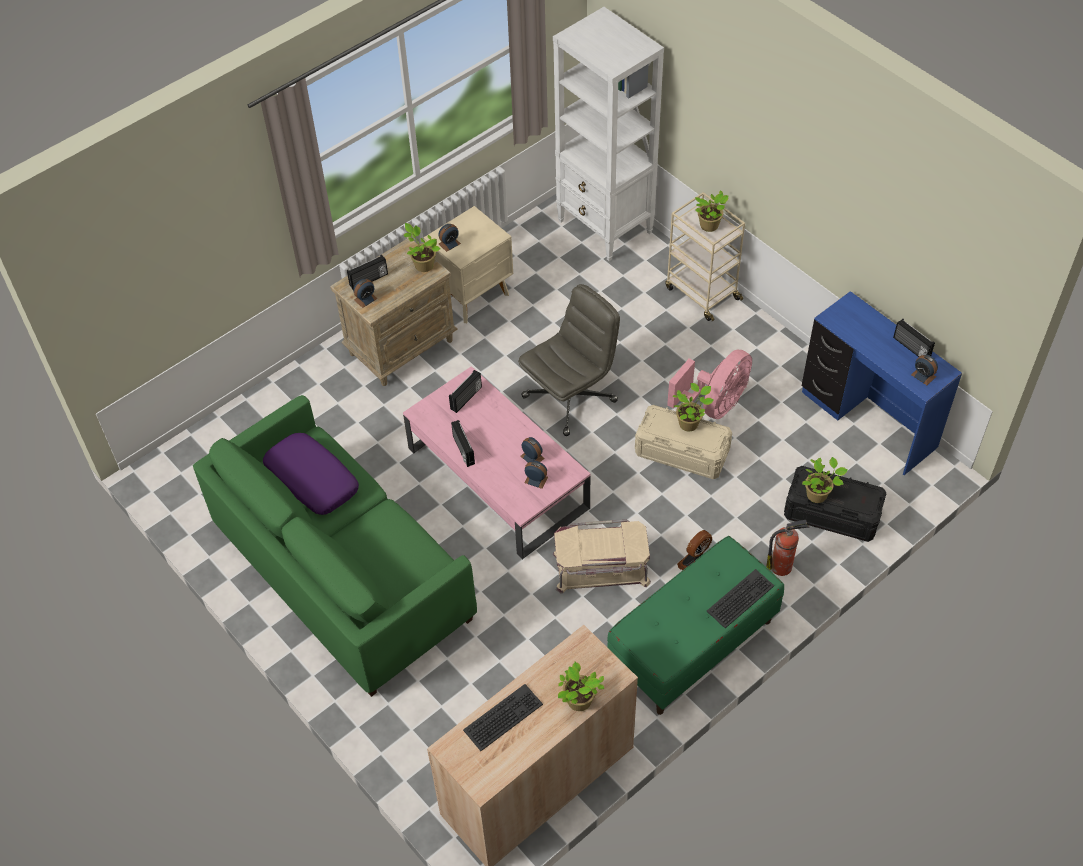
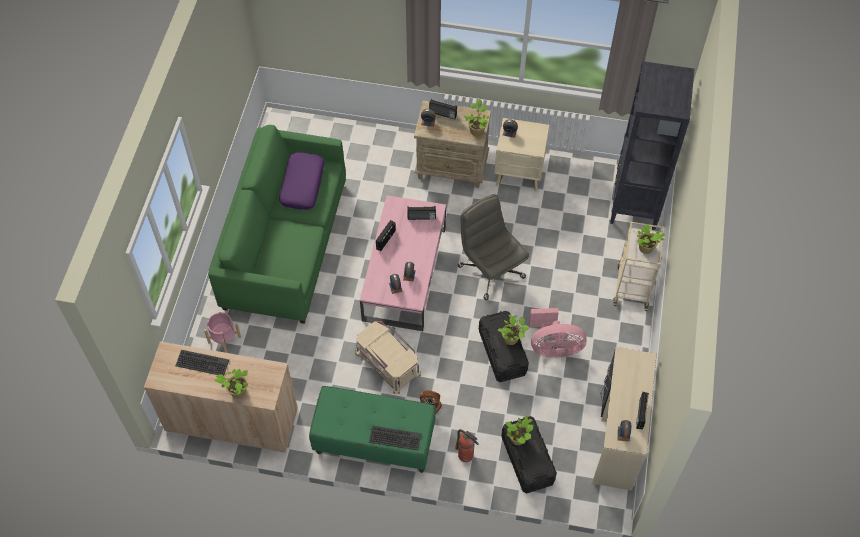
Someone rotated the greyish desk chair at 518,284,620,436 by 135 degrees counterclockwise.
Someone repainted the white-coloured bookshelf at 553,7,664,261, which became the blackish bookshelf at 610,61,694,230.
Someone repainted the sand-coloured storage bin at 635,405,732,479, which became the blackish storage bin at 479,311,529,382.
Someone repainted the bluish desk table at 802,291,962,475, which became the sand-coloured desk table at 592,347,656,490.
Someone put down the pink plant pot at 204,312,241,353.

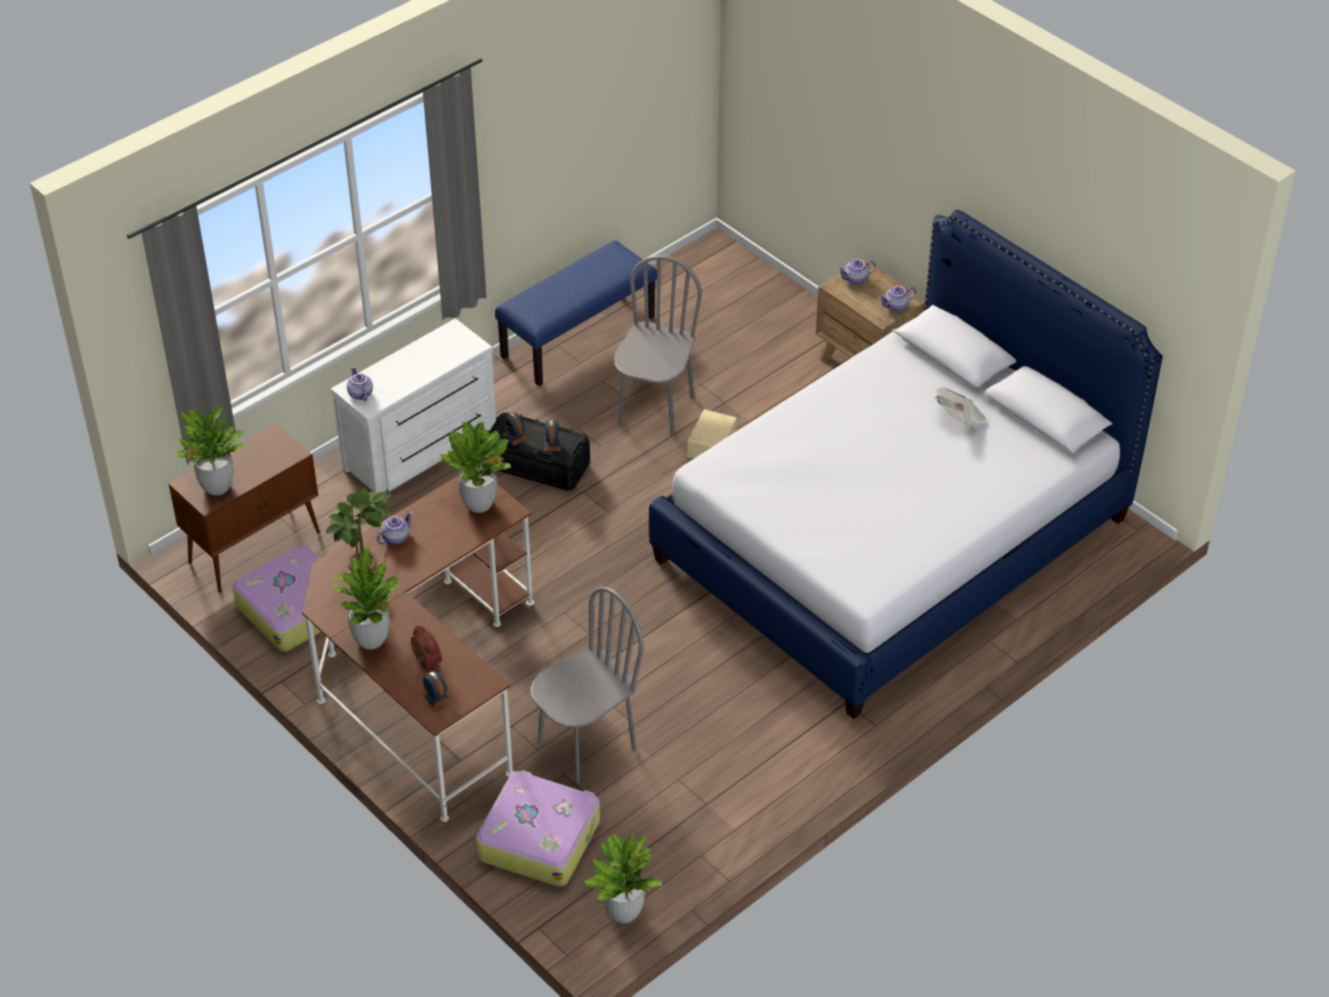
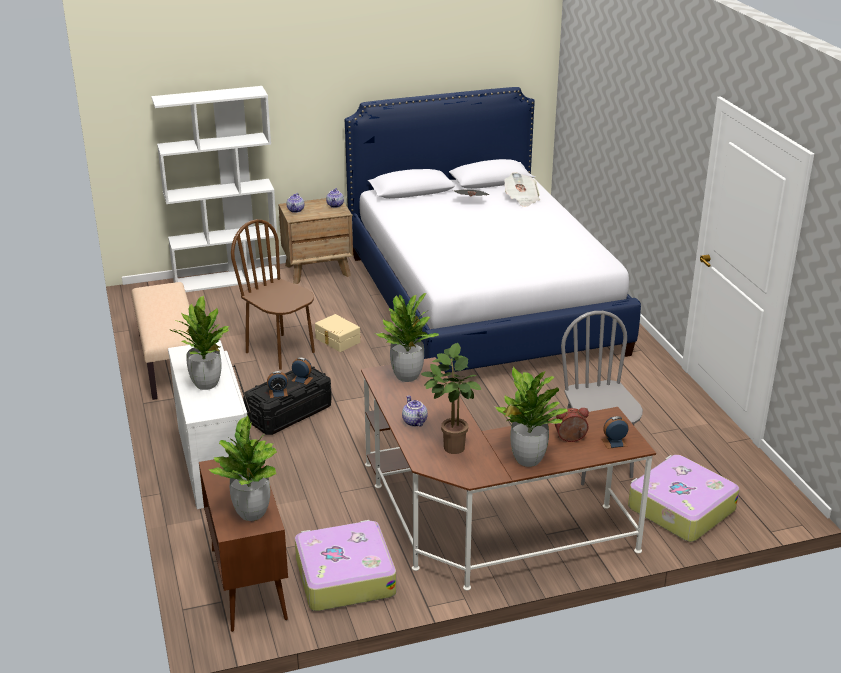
Someone took away the teapot at 347,367,373,401.
Someone repainted the bluish long seat at 495,240,657,386, which became the sand-coloured long seat at 131,282,194,400.
Someone carried the potted plant from 583,835,662,923 to 171,296,229,390.
Someone repainted the greyish chair at 614,255,702,437, which became the brown-coloured chair at 231,219,315,370.
Someone put down the white-coloured bookshelf at 151,86,277,292.
Someone put down the newspaper at 504,172,540,207.

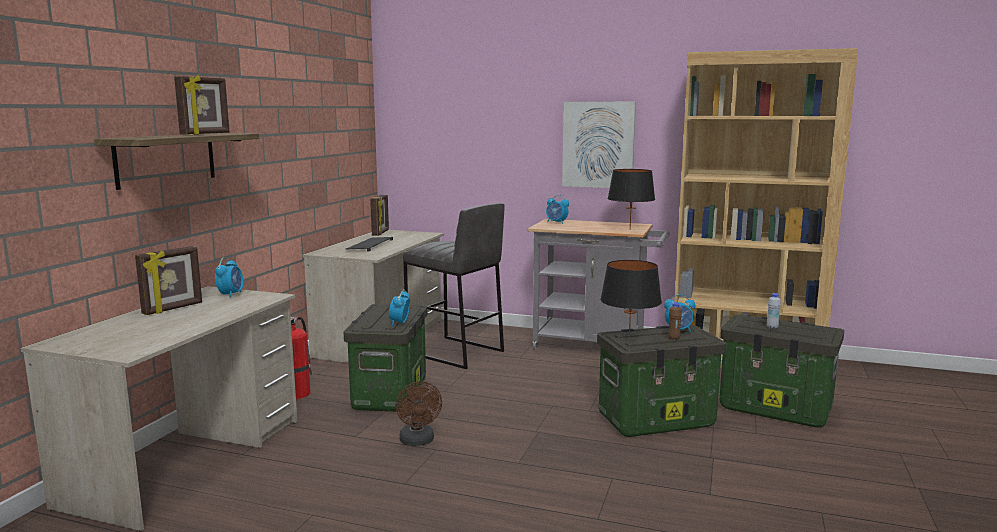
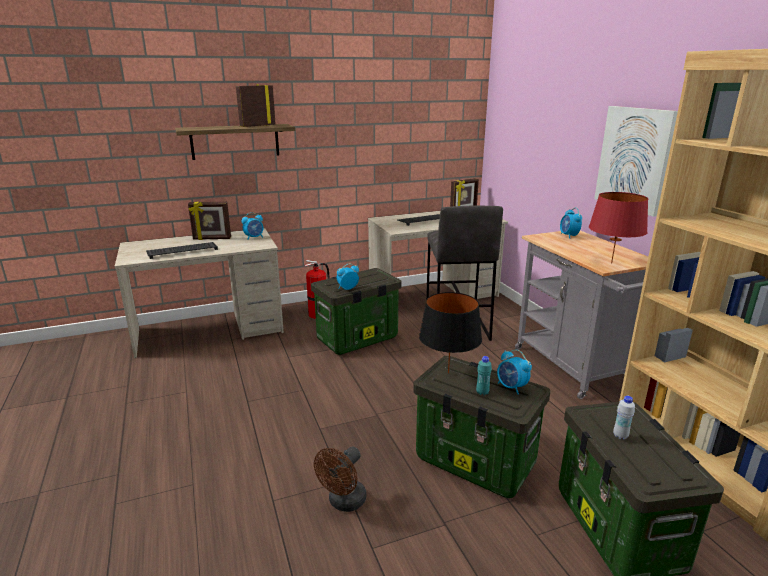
Someone rotated the picture frame at 174,75,229,135 by 150 degrees clockwise.
Someone carried the brown-coloured electric fan from 396,381,442,446 to 314,446,366,512.
Someone repainted the blackish lamp for a table at 608,169,655,229, which became the red-coloured lamp for a table at 589,192,648,263.
Someone repainted the brown-coloured bottle at 668,302,682,340, which became the blue-green bottle at 476,356,492,395.
Someone put down the computer keyboard at 146,242,218,259.

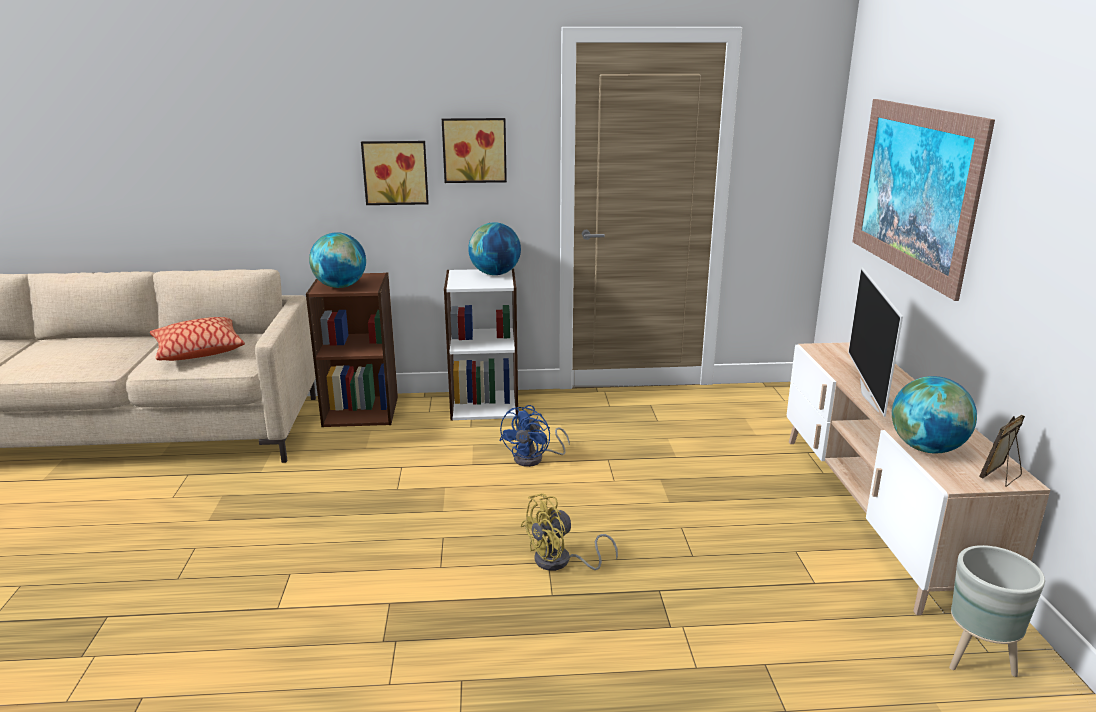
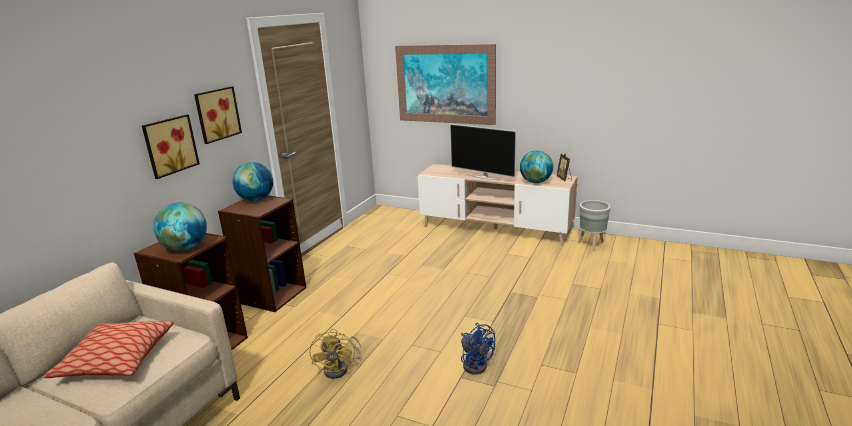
Someone repainted the white-coloured bookshelf at 444,268,518,421, which became the brown-coloured bookshelf at 218,195,306,312.
Someone carried the bluish electric fan from 499,405,570,467 to 461,323,495,374.
Someone carried the yellow electric fan from 520,493,618,571 to 310,328,362,379.

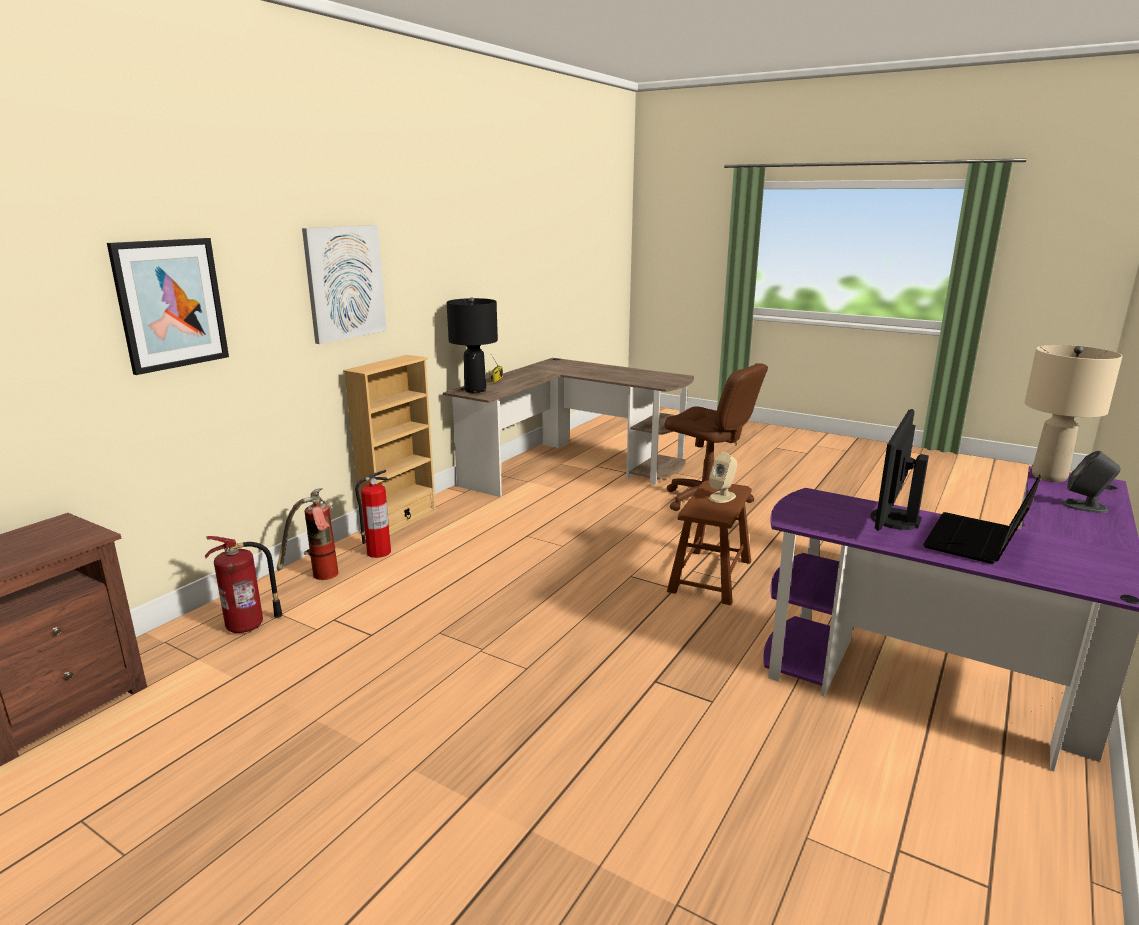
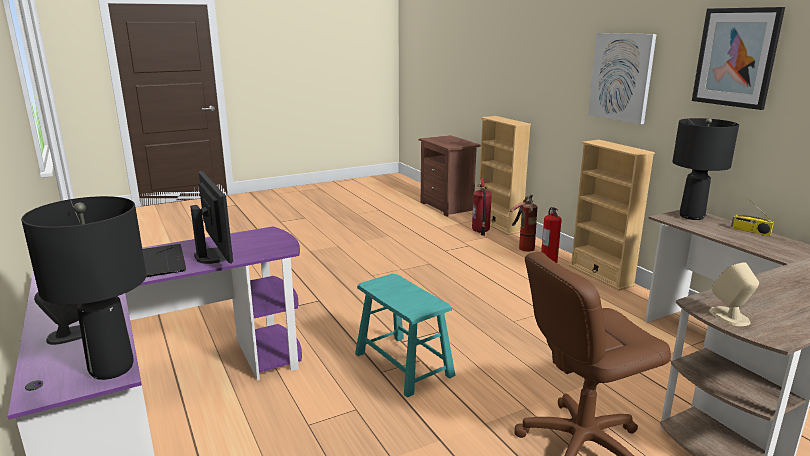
Someone carried the wall picture from 107,238,229,375 to 692,7,785,110.
Someone repainted the brown-coloured sitting stool at 667,480,752,605, which became the blue-green sitting stool at 355,274,455,397.
Someone carried the sand-coloured audio speaker from 709,452,737,503 to 709,262,759,326.
Someone repainted the sand-coloured lamp for a table at 1024,345,1123,482, which became the blackish lamp for a table at 21,196,147,380.
Someone put down the sand-coloured bookshelf at 479,116,531,235.

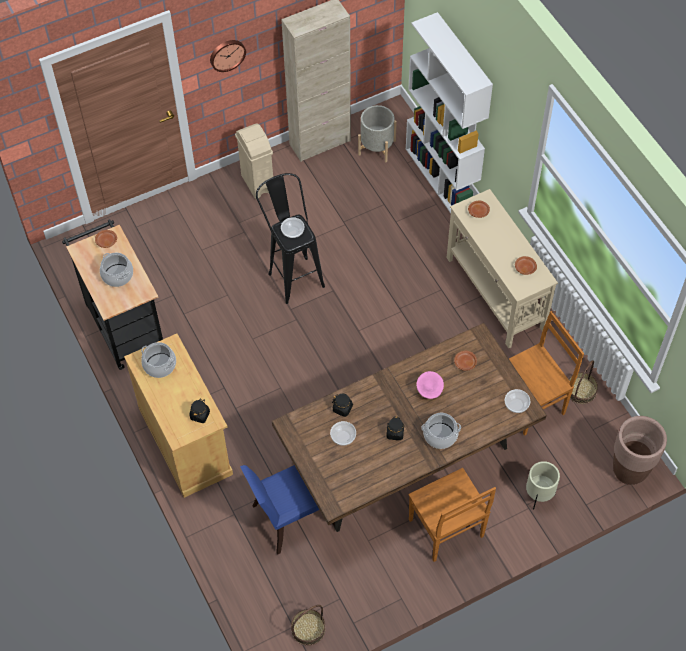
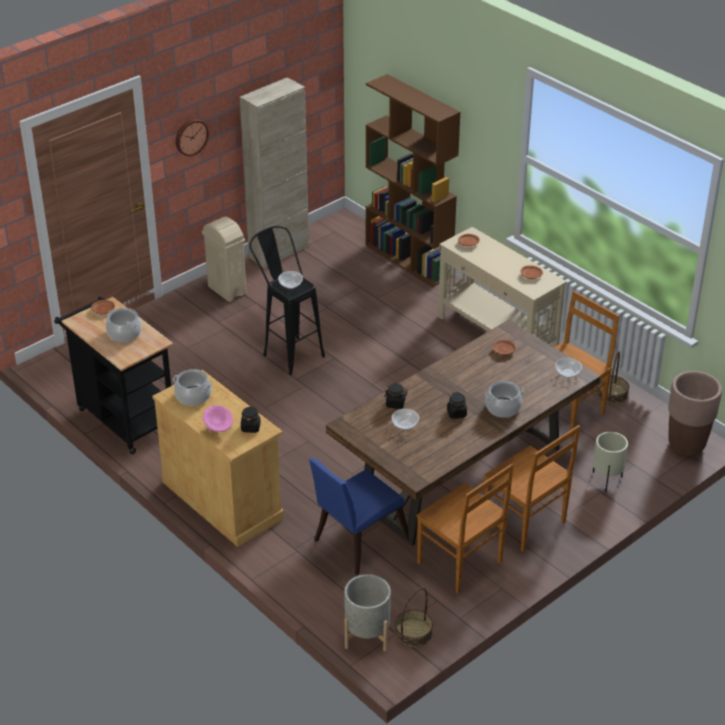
Someone carried the greyish plant pot from 358,105,397,162 to 344,574,391,651.
Someone repainted the white-coloured bookshelf at 406,12,493,213, which became the brown-coloured bookshelf at 366,74,461,287.
Someone carried the pink serving bowl from 417,371,444,399 to 203,405,233,432.
Someone put down the brown-coloured chair at 417,463,514,593.

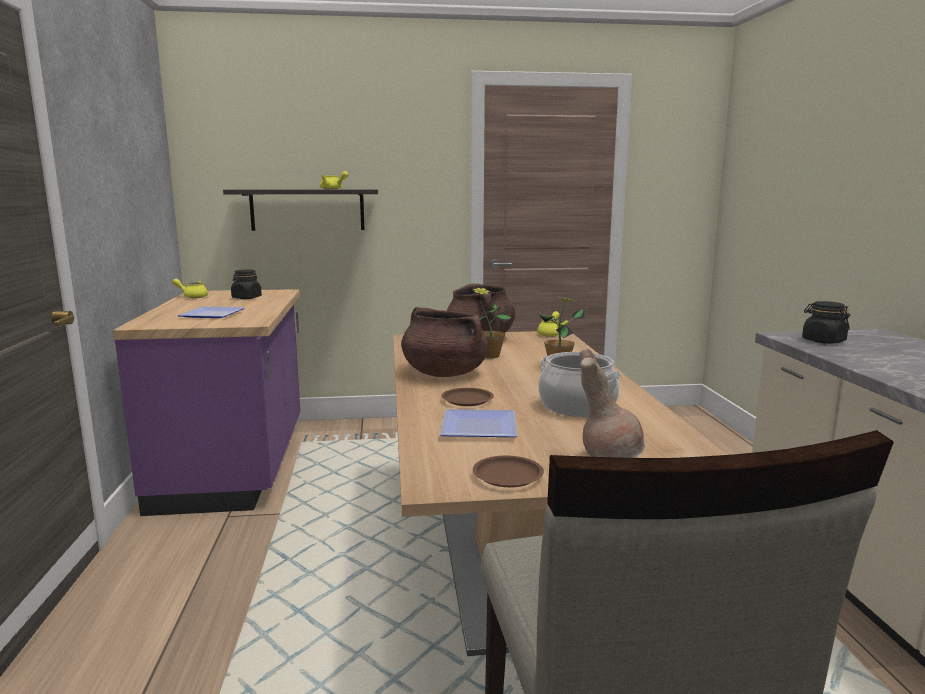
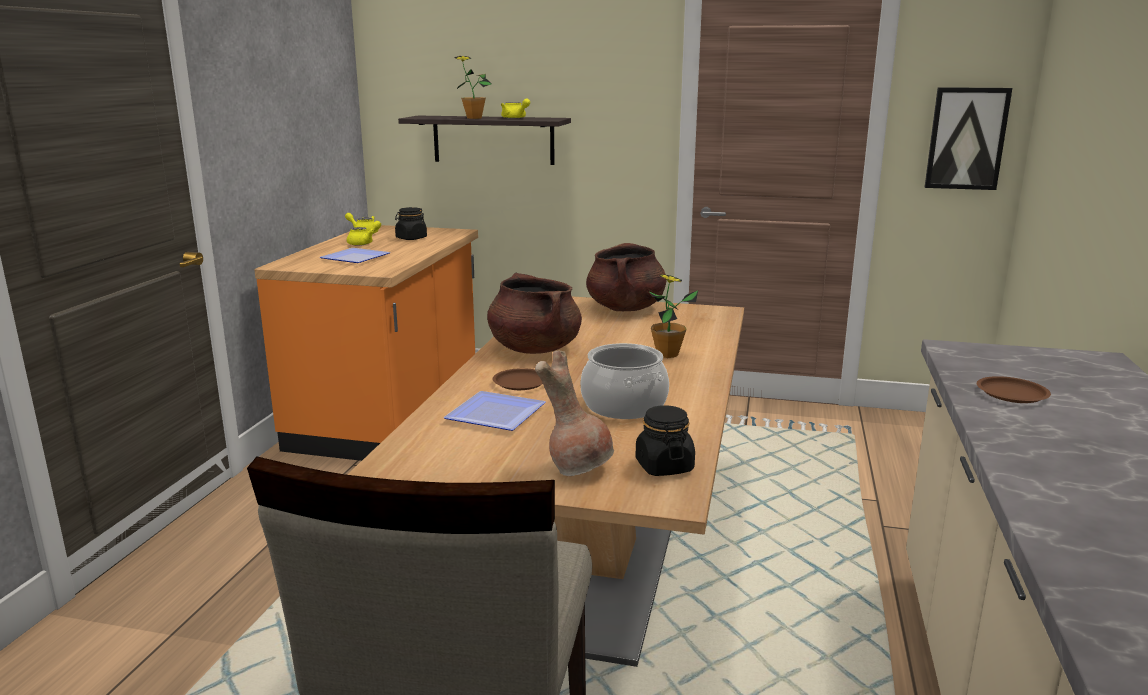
Someone repainted the purple-coloured kitchen base unit at 113,289,301,516, which became the orange kitchen base unit at 254,225,478,461.
Someone carried the potted plant from 471,287,511,358 to 454,56,491,119.
Someone carried the brown-coloured dinner plate from 473,456,544,487 to 977,376,1051,403.
Someone carried the yellow teapot from 537,311,569,337 to 347,221,381,246.
Someone carried the blackish jar from 802,301,850,344 to 636,405,695,476.
Someone put up the wall picture at 925,87,1012,190.

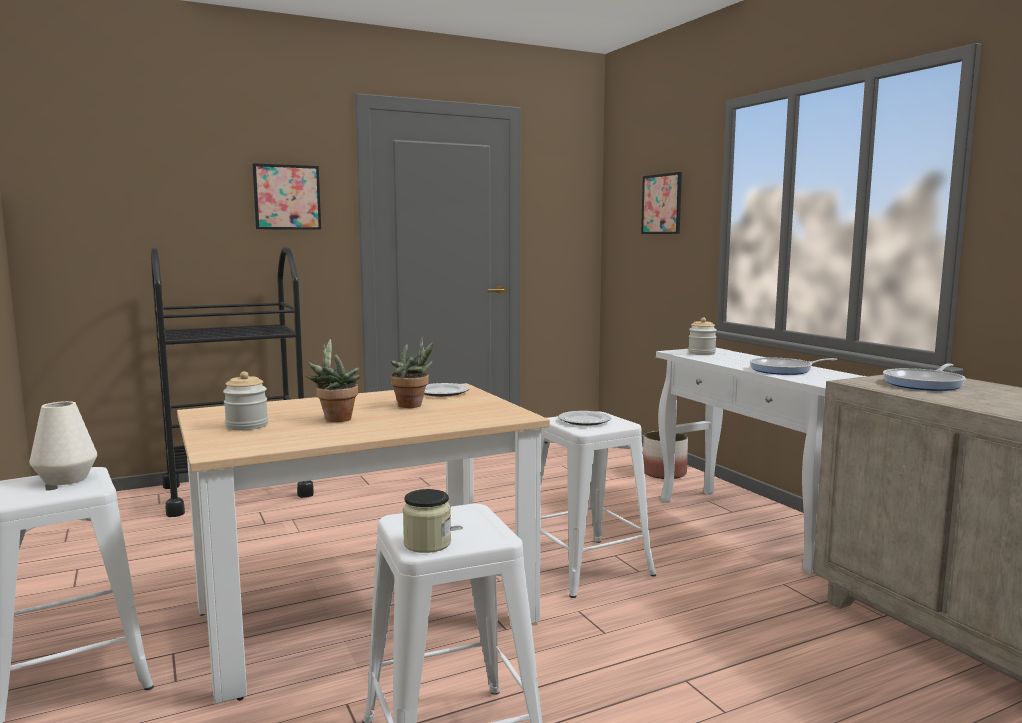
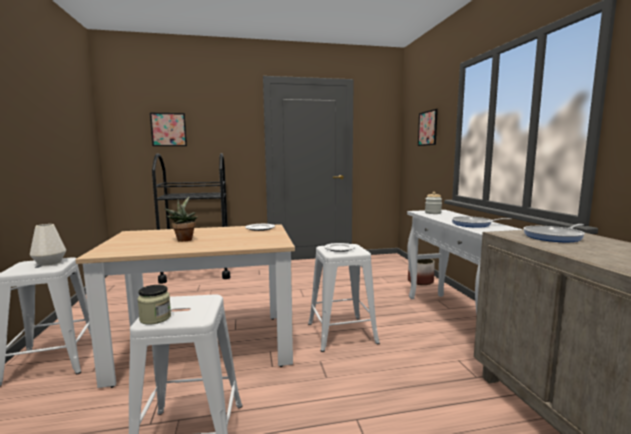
Someone took away the jar at 223,371,268,430.
Someone carried the wall picture from 253,163,321,230 to 150,113,187,146.
Someone took away the potted plant at 390,336,435,408.

